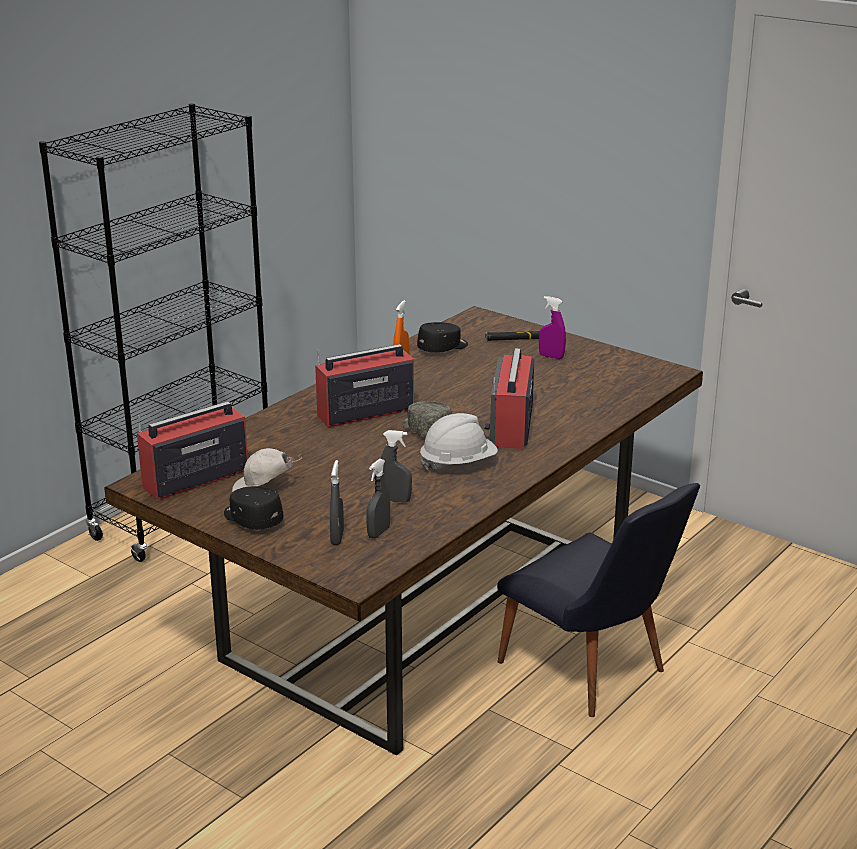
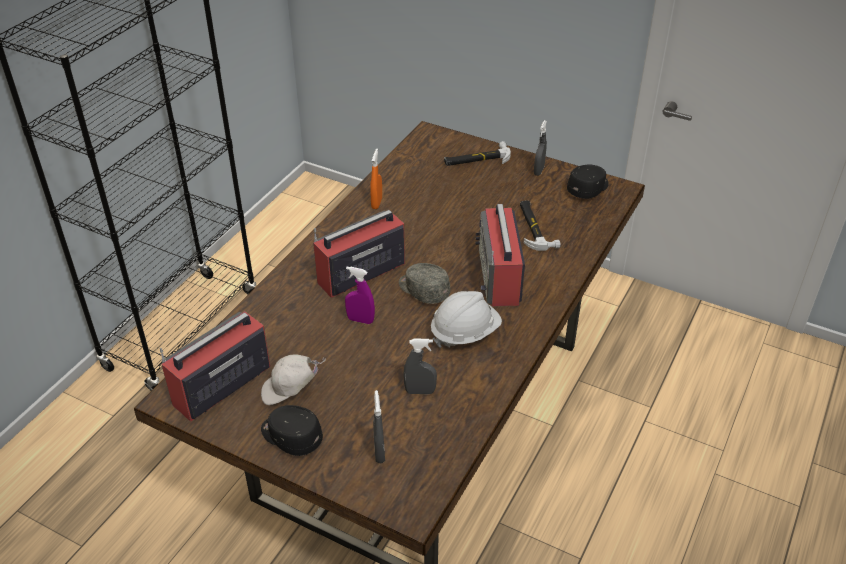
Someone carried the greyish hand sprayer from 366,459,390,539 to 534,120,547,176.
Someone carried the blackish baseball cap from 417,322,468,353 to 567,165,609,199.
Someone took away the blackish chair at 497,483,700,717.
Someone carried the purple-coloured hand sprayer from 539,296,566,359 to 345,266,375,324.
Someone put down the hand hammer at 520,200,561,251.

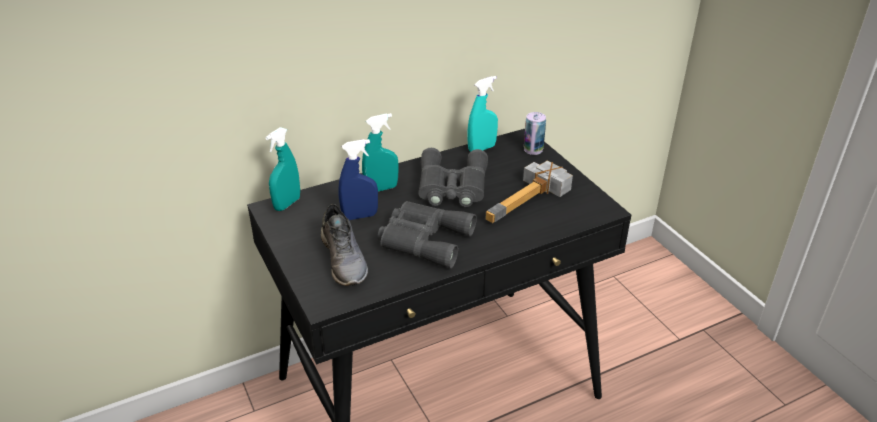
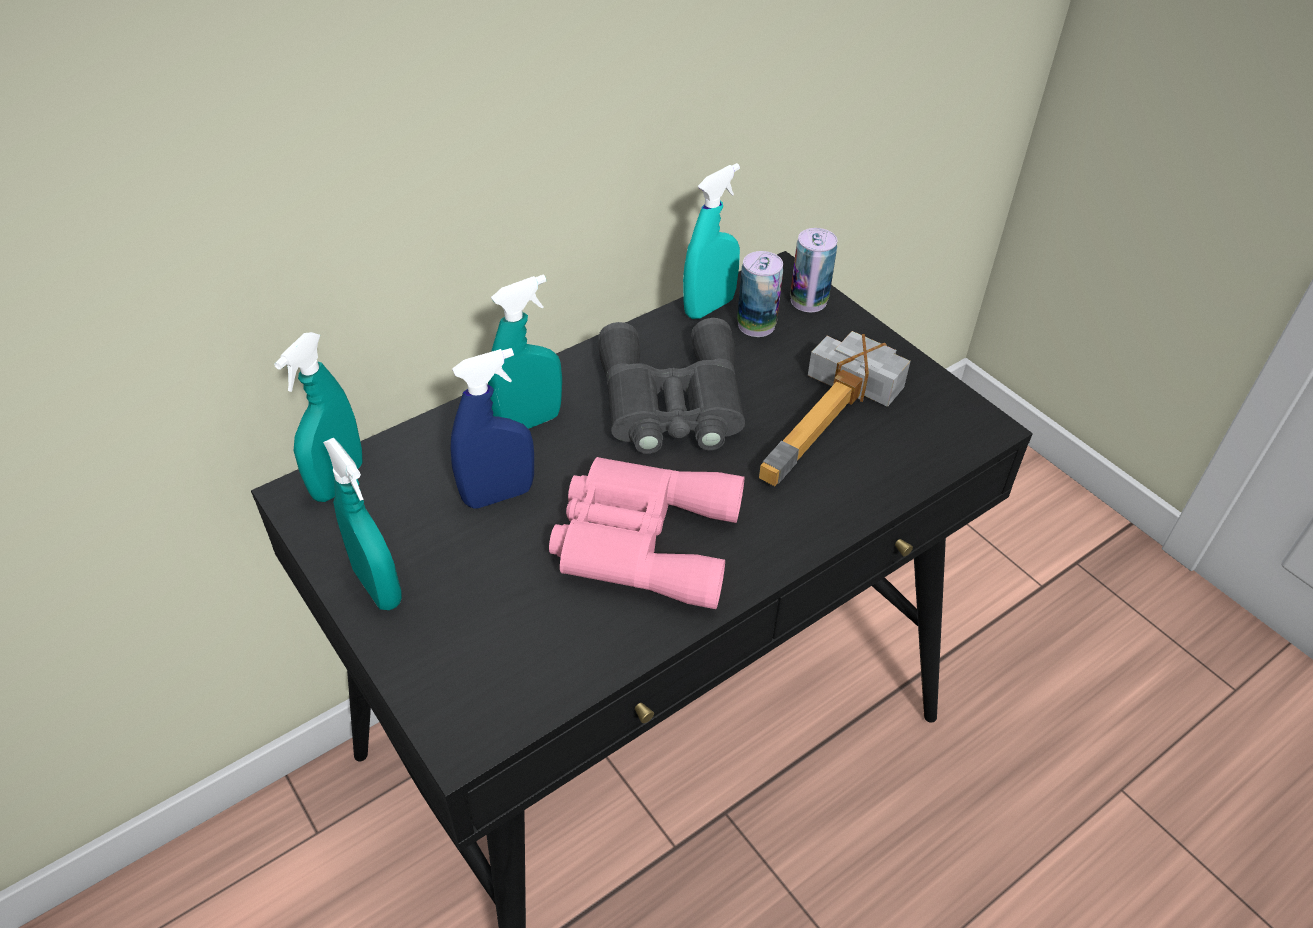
Someone took away the greyish item of footwear at 321,204,368,286.
Someone repainted the greyish field glasses at 378,201,477,268, which became the pink field glasses at 549,457,744,609.
Someone put down the blue-green hand sprayer at 323,438,402,610.
Someone put down the sealed can at 737,251,783,337.

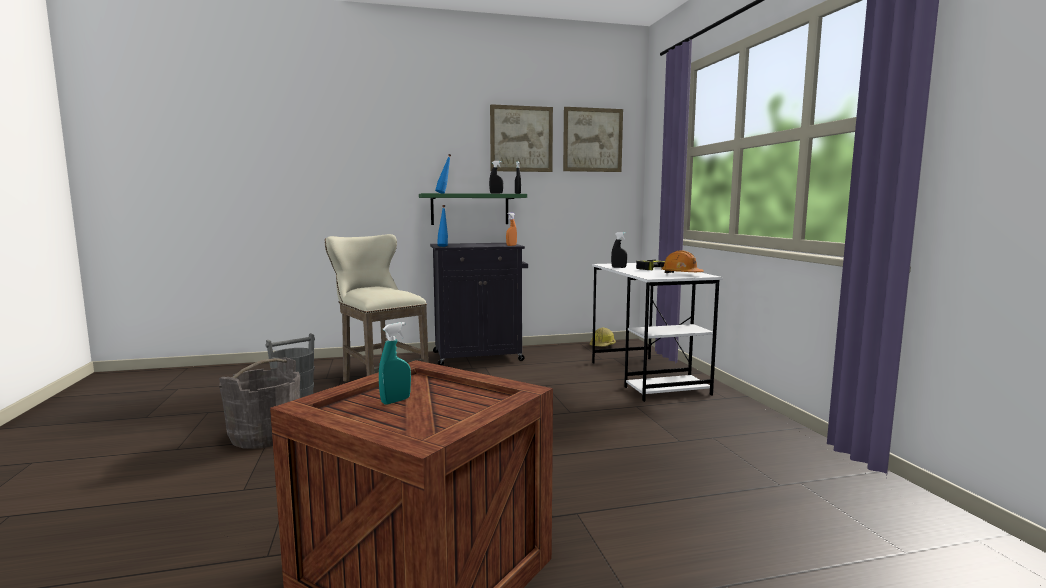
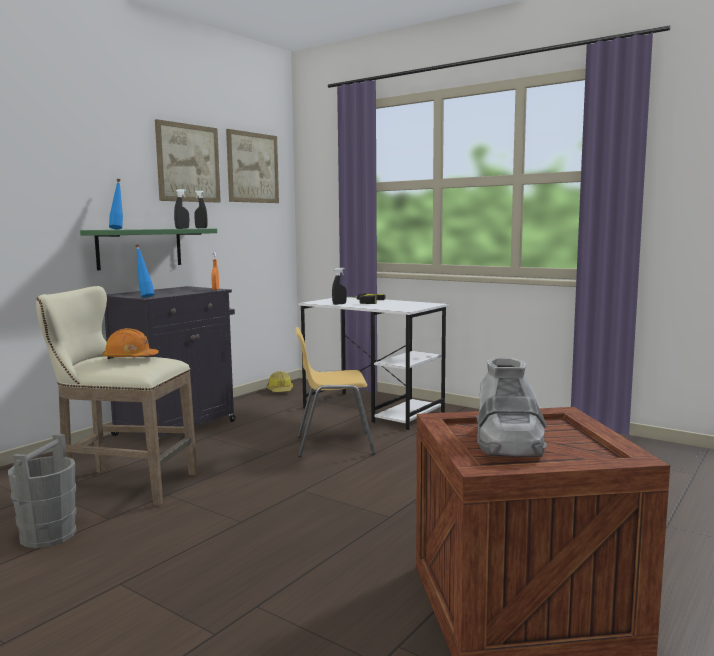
Someone took away the greyish pail at 219,357,300,449.
Someone swapped the blue-green hand sprayer at 379,322,411,405 for the greyish high-top boot at 476,358,547,457.
Someone carried the orange hard hat from 661,250,704,273 to 102,328,159,359.
Someone put down the yellow chair at 295,327,375,457.

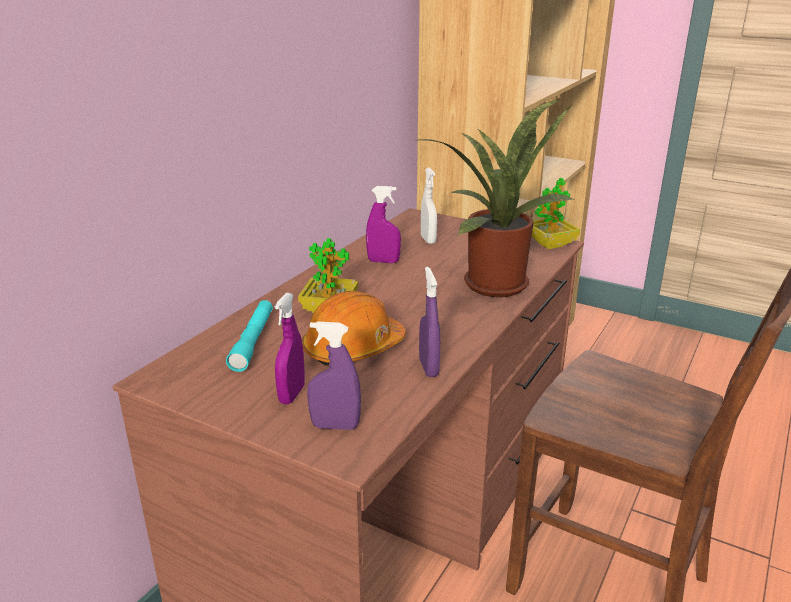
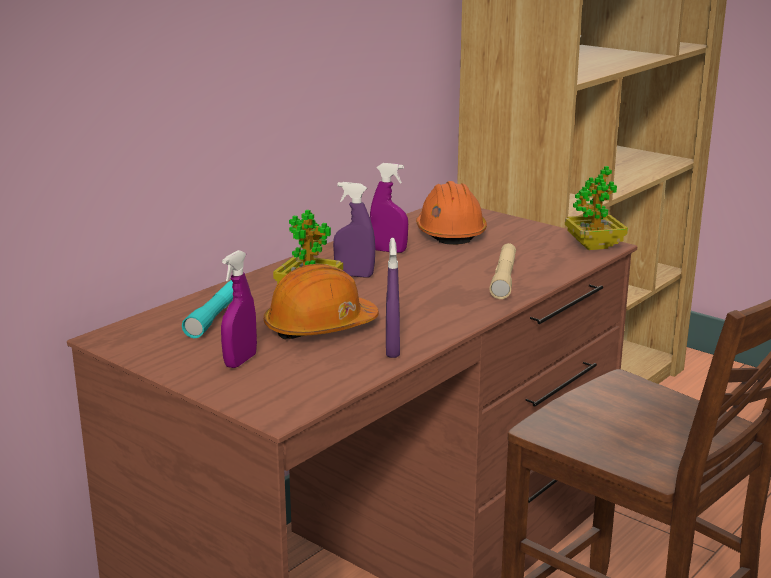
Someone carried the purple-coloured hand sprayer from 307,321,361,430 to 333,182,375,278.
Someone swapped the potted plant at 419,98,576,297 for the sand-coloured hand torch at 489,243,516,299.
Someone swapped the white-coloured hand sprayer at 421,168,437,244 for the orange hard hat at 416,181,487,245.

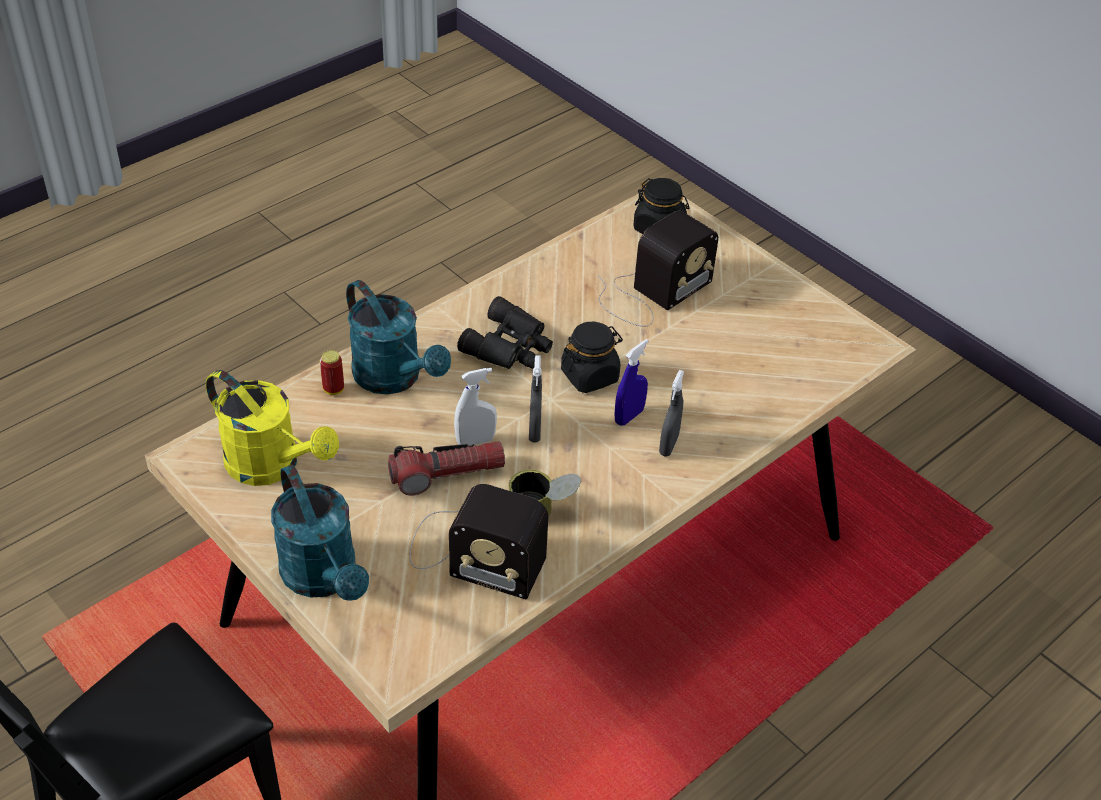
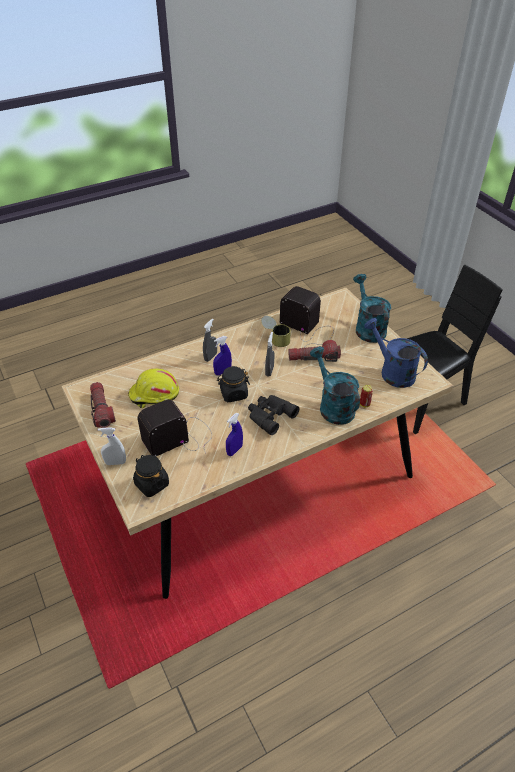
Someone repainted the yellow sprinkling can at 206,370,339,486, which became the bluish sprinkling can at 364,318,428,388.
Someone carried the white-coloured hand sprayer from 454,368,497,445 to 98,427,126,465.
Someone put down the hand torch at 90,382,116,428.
Someone put down the yellow hard hat at 128,369,179,408.
Someone put down the bluish hand sprayer at 226,413,243,456.

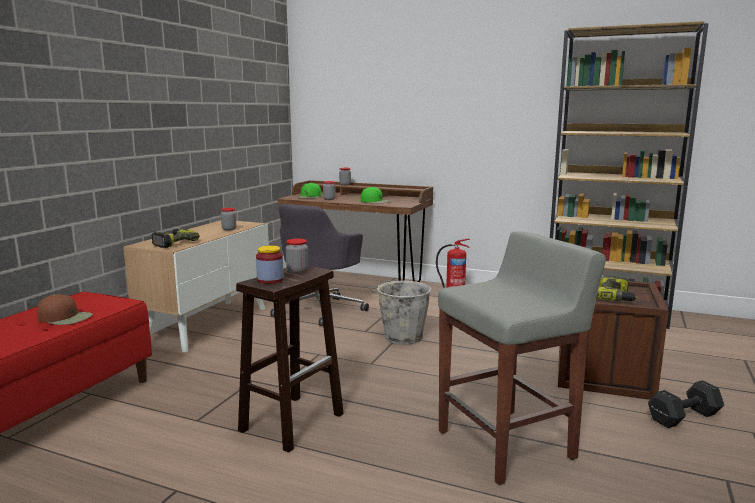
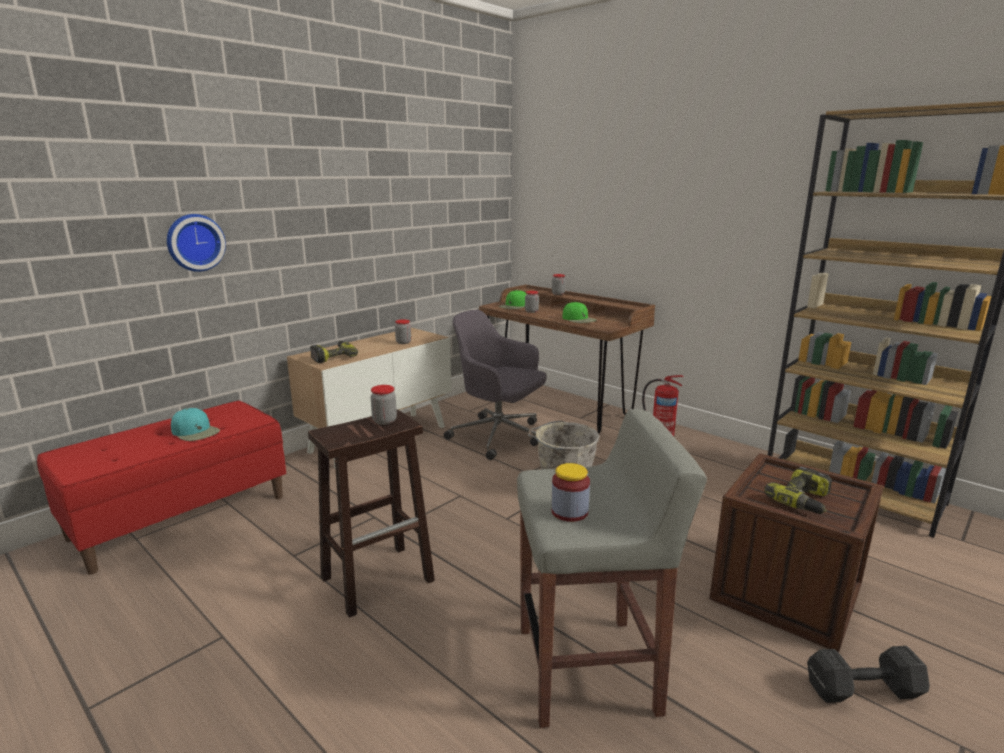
Someone repainted the brown-coloured baseball cap at 37,294,93,325, which became the blue-green baseball cap at 171,408,220,441.
Someone carried the jar from 256,245,284,284 to 551,463,590,522.
Someone rotated the greyish desk chair at 270,204,369,326 by 75 degrees clockwise.
Someone put up the wall clock at 167,214,226,272.

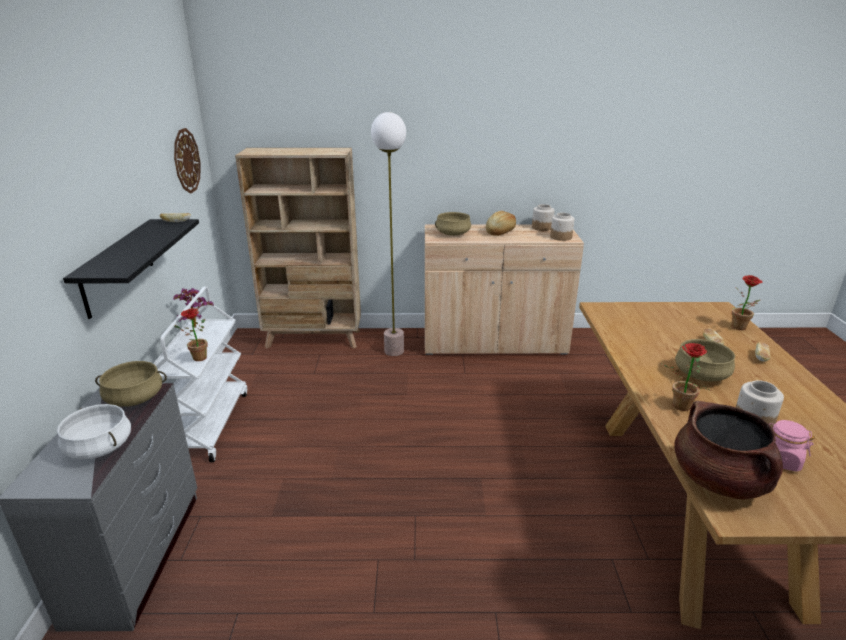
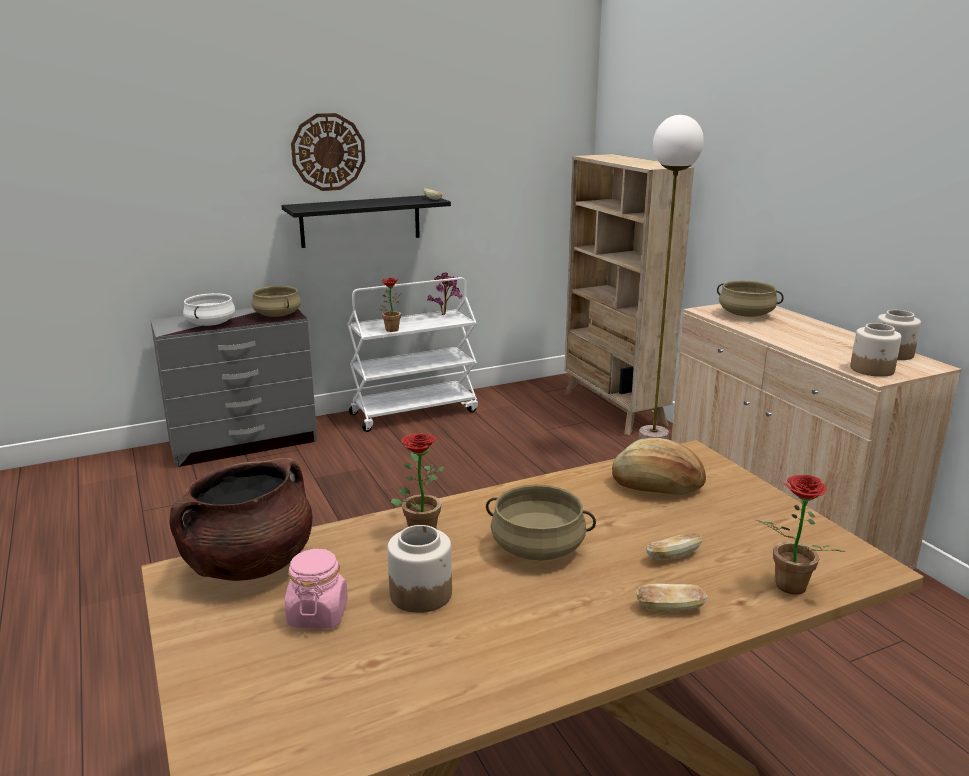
Someone carried the wall clock from 174,128,201,194 to 291,113,365,191.
Someone carried the bread from 486,211,516,236 to 612,438,706,495.

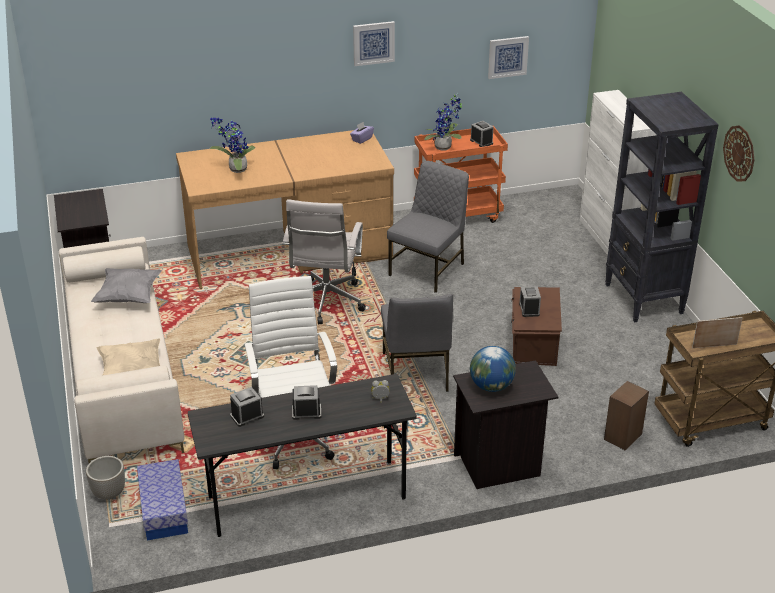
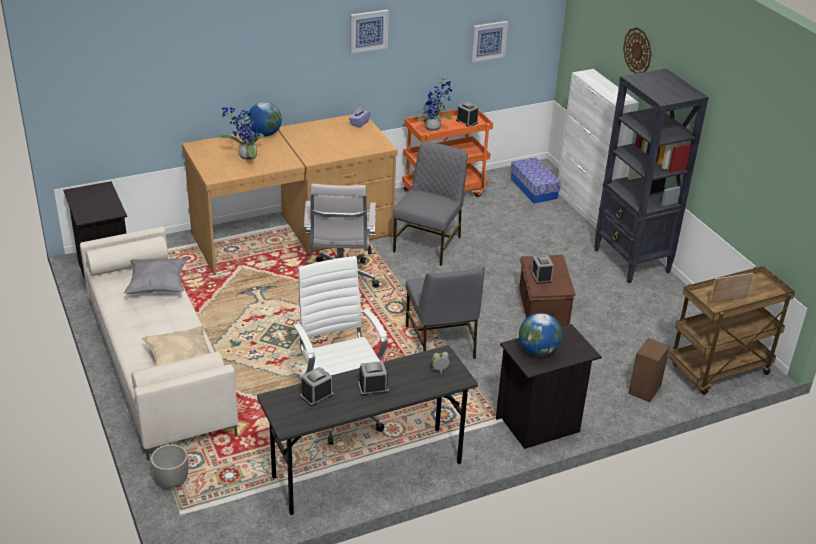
Someone carried the storage bin from 137,459,188,540 to 511,157,561,203.
Someone carried the wall clock from 723,125,754,182 to 623,27,652,74.
Someone put down the desk globe at 247,102,282,137.

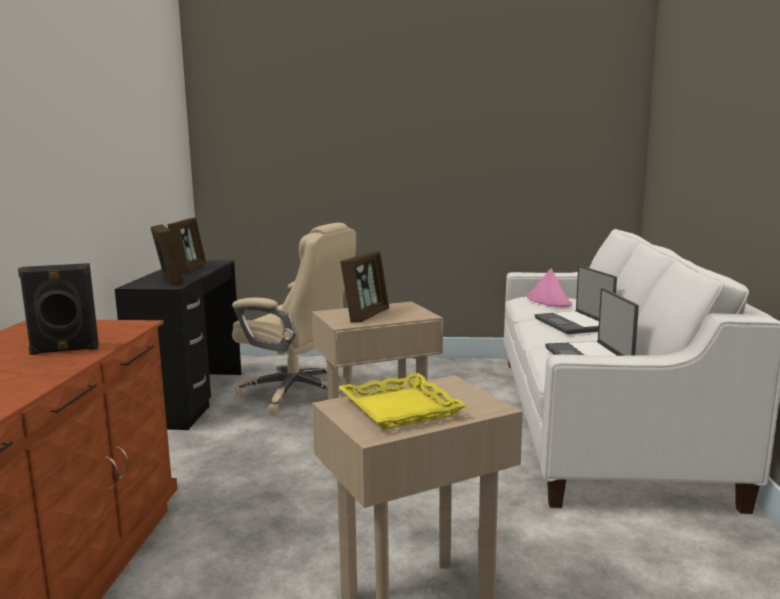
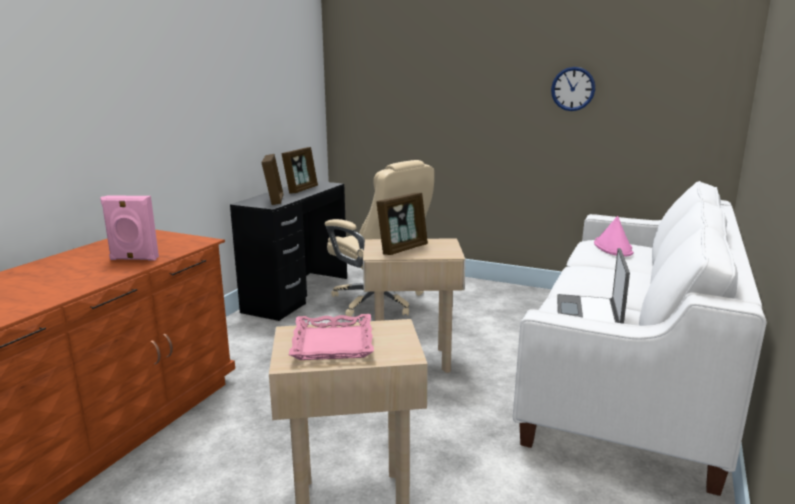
Someone repainted the blackish audio speaker at 18,263,99,355, which became the pink audio speaker at 100,195,159,261.
Someone repainted the yellow tray at 339,373,467,429, which became the pink tray at 289,314,374,360.
Someone took away the laptop at 535,265,617,334.
Someone put up the wall clock at 551,67,595,111.

